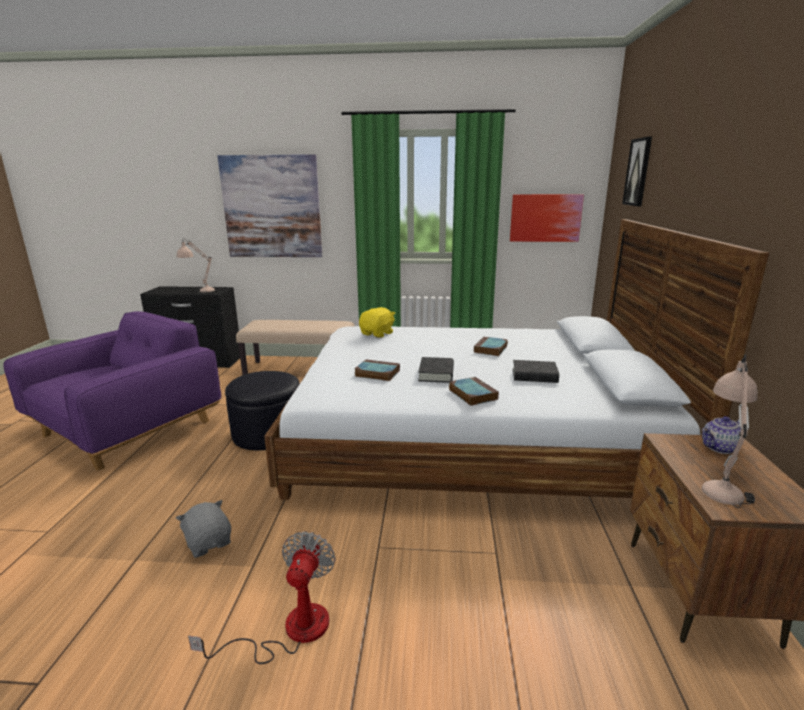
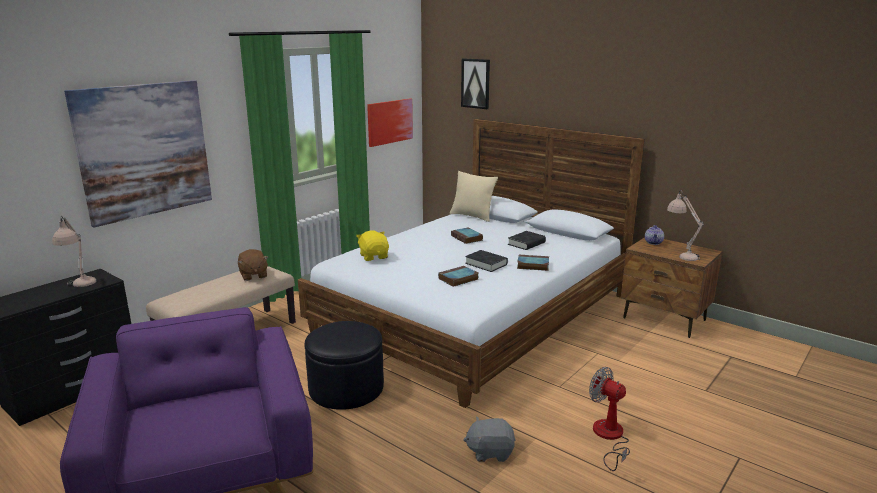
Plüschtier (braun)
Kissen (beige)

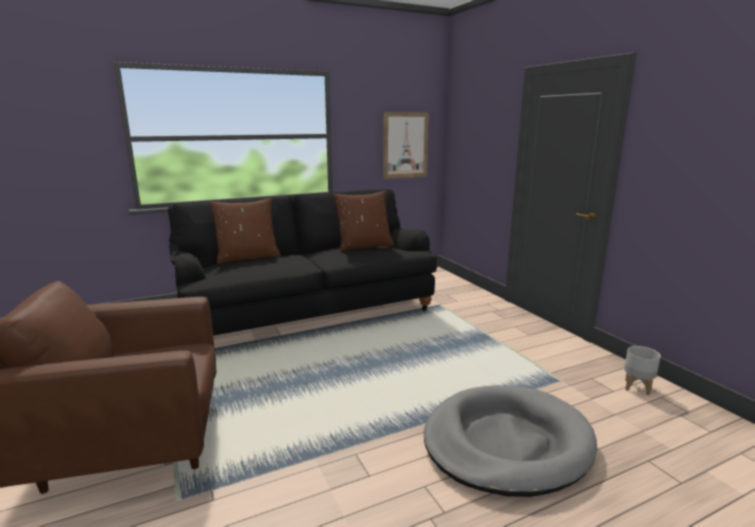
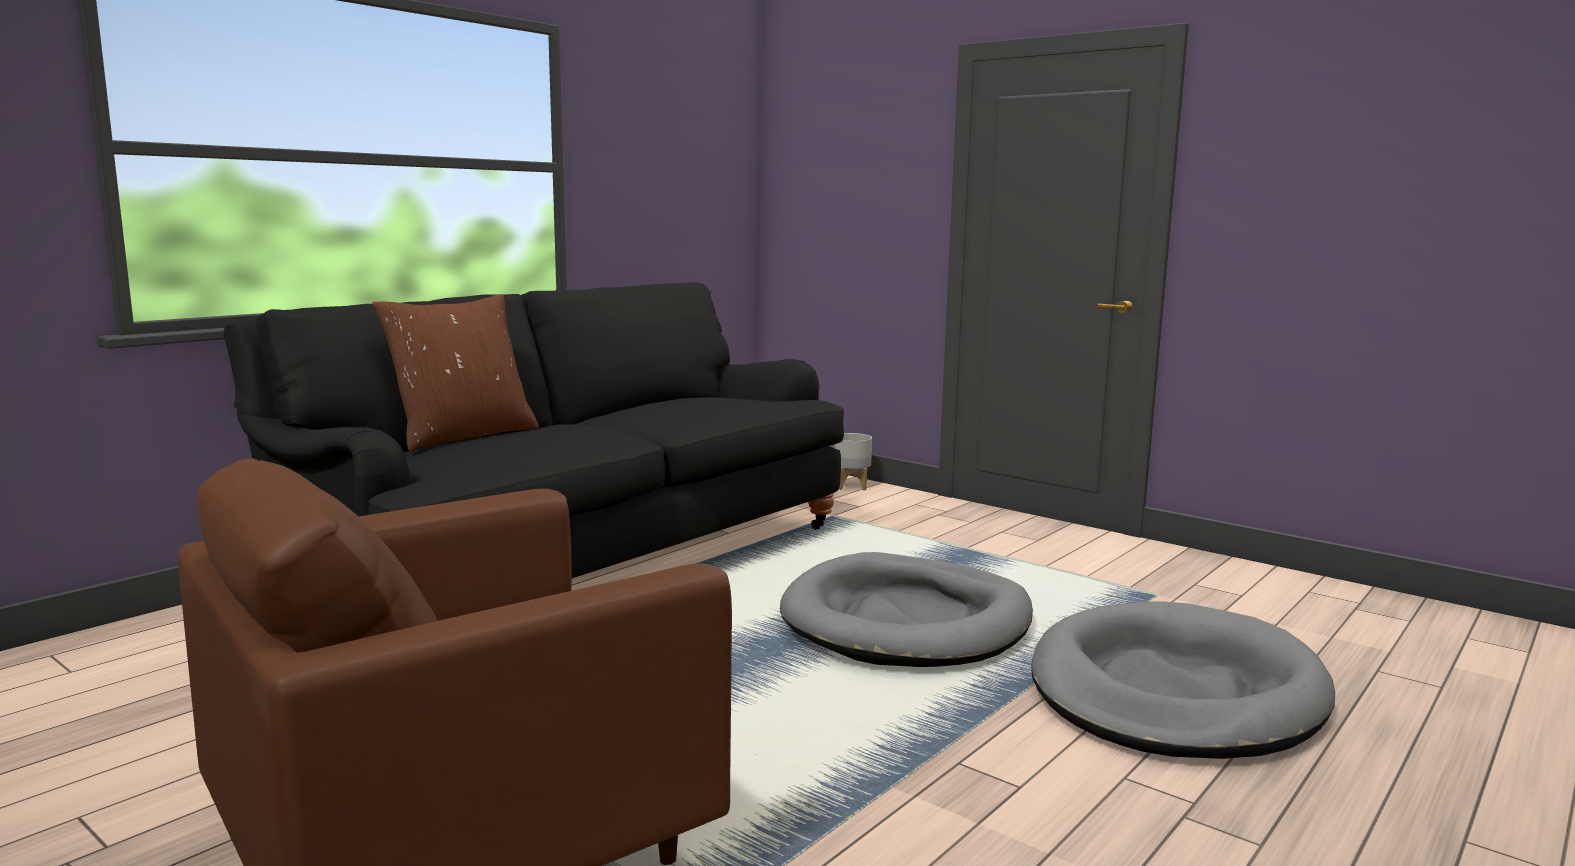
Hundebett (grau) (1st from left)
Pflanzkübel (grau)
Kissen (braun) (2nd from left in the first image)
Bild

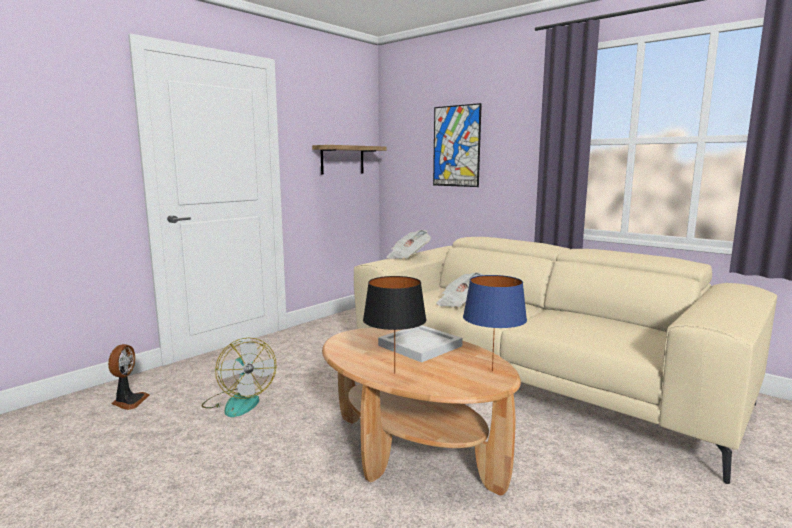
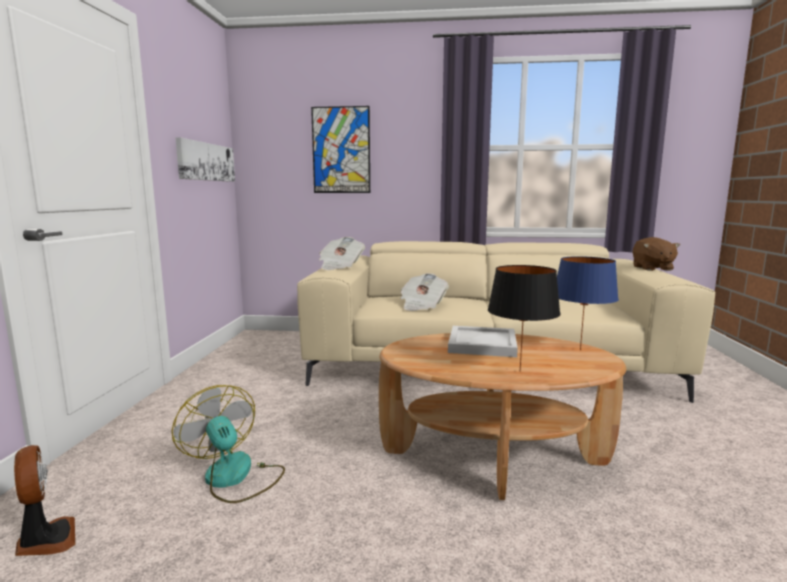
Ventilator (2nd from left)
Bild (1st from left)
Plüschtier (braun)

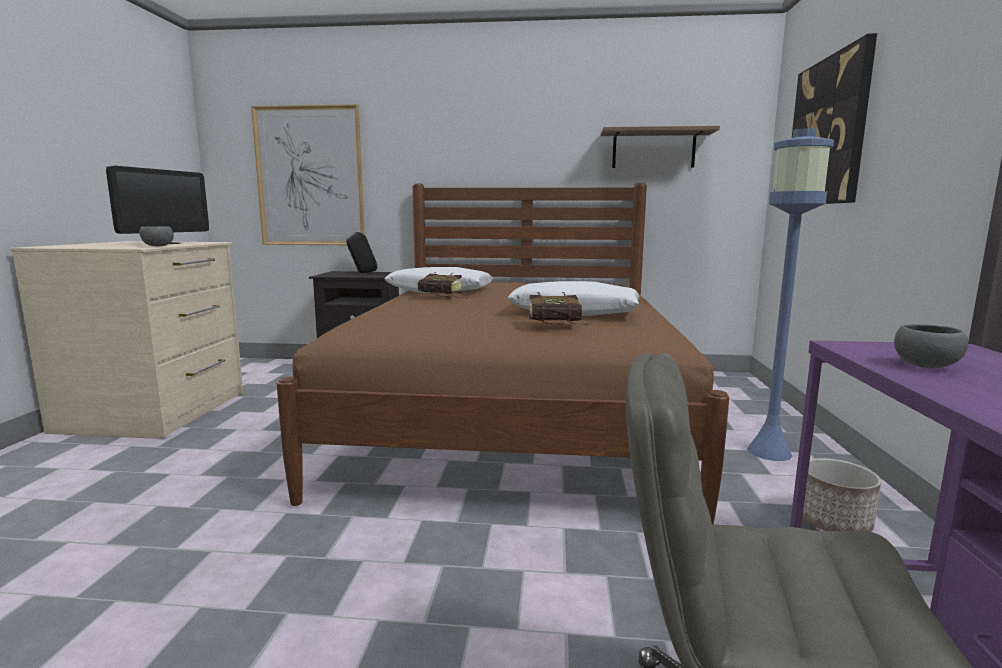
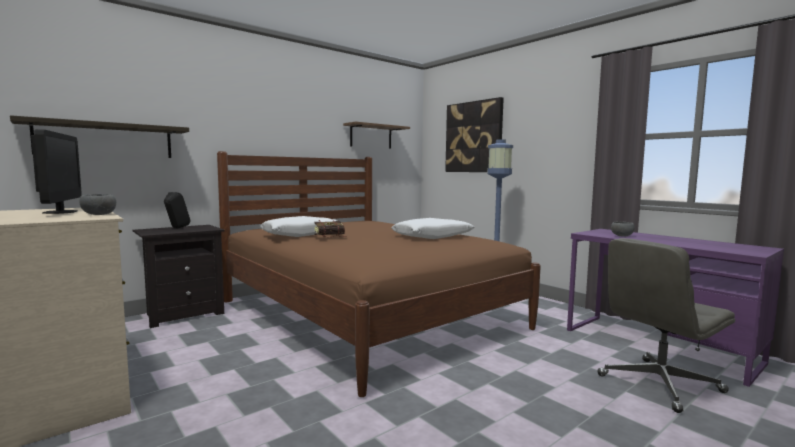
Wandregal (1st from left)
Buch (2nd from left in the first image)
Pflanzkübel

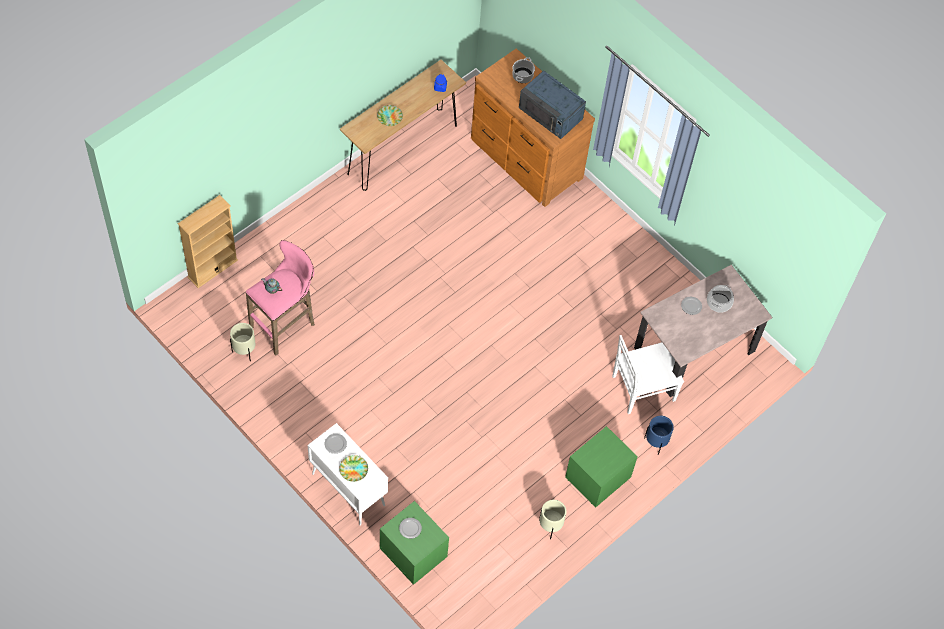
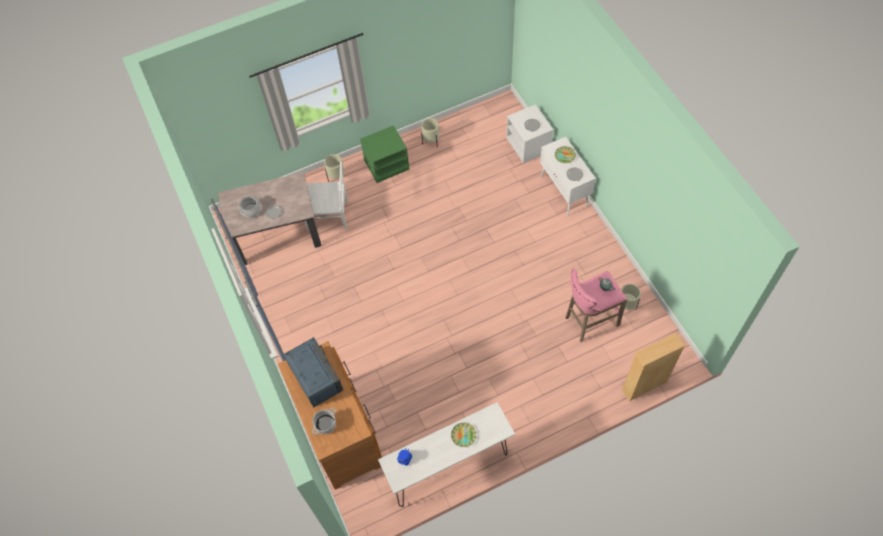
Pflanzkübel (beige) (1st from left)
Konsolentisch (weiß)
Nachttisch (weiß)

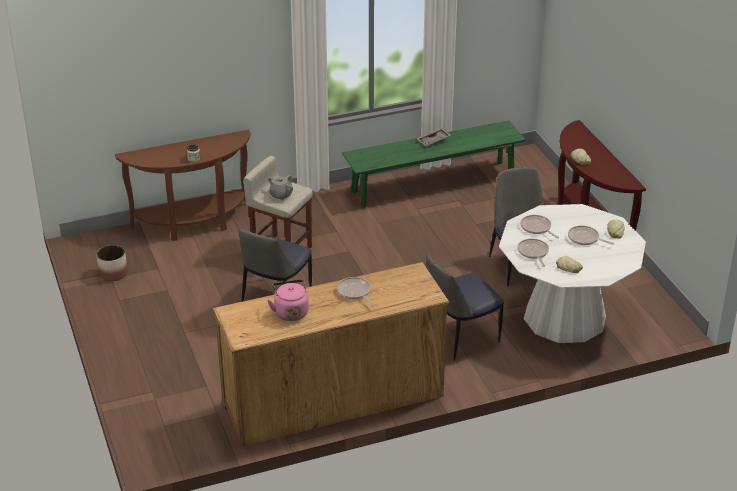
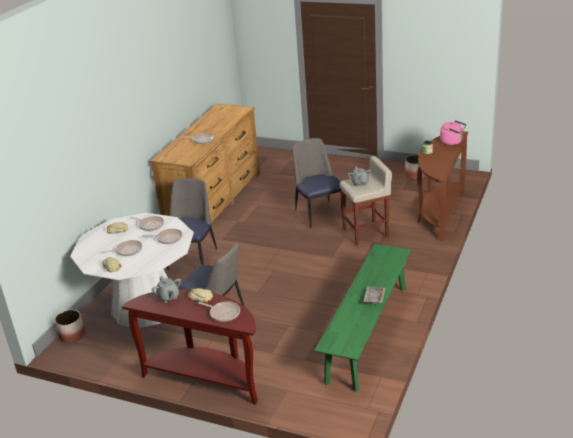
Pflanzkübel (1st from left)
Teekanne (grau) (1st from left)
Pfanne (5th from left)
Wasserkessel (rosa)

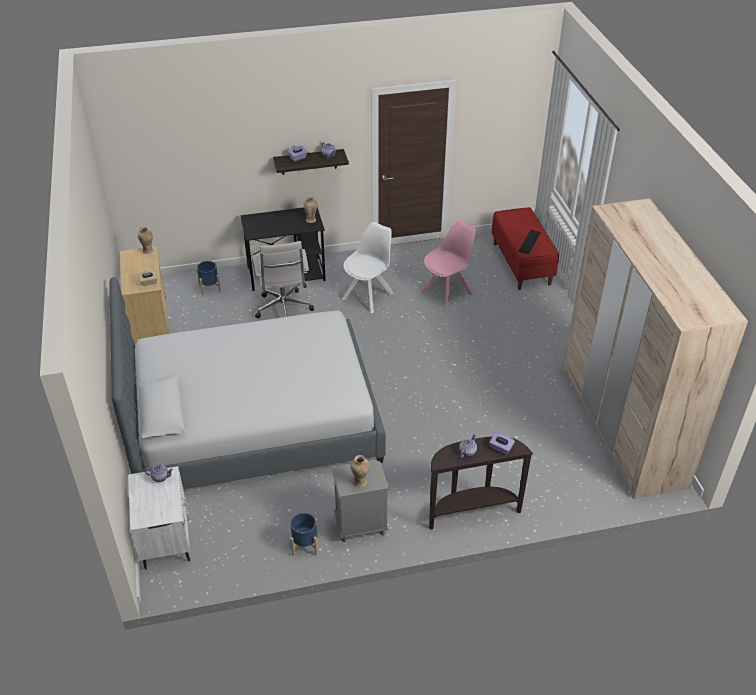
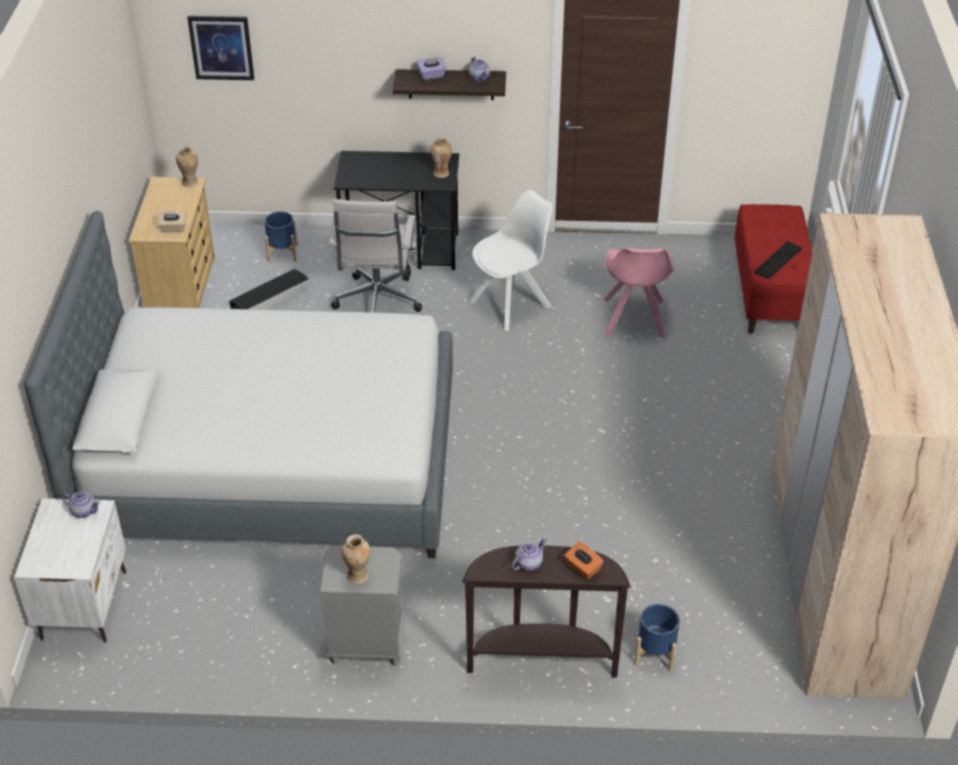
Bild
Aufbewahrungsbox (schwarz)
Taschentuchbox (orange)
Stuhl (rosa)
Pflanzkübel (blau) (2nd from left)

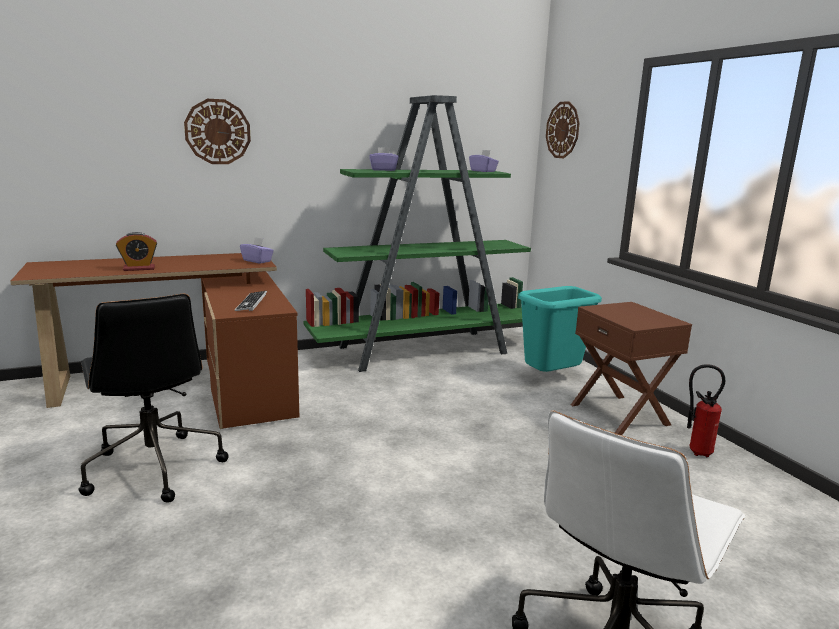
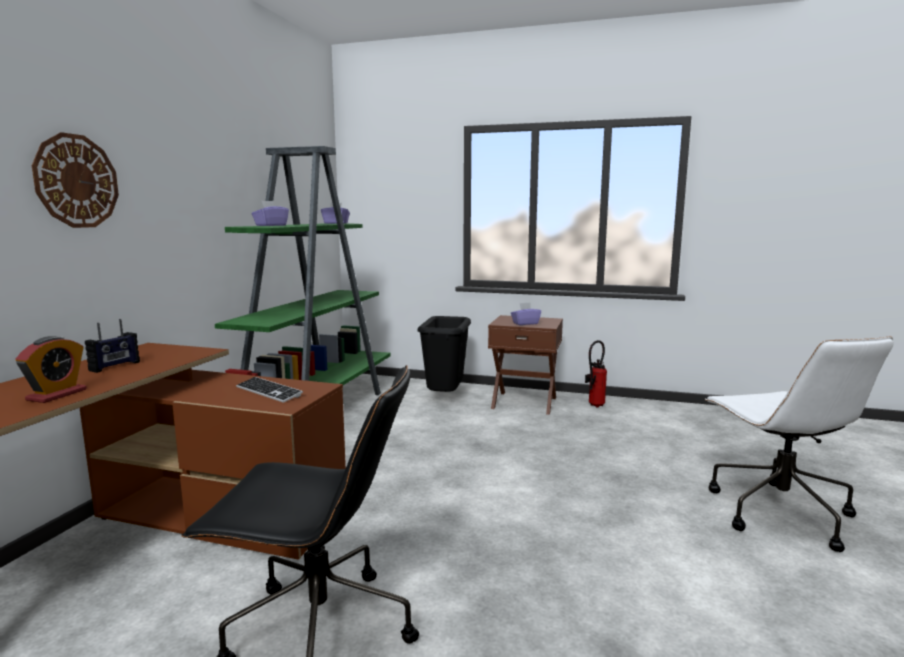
Radio
Mülleimer (schwarz)
Taschentuchbox (lila) (3rd from left)
Wanduhr (2nd from left in the first image)

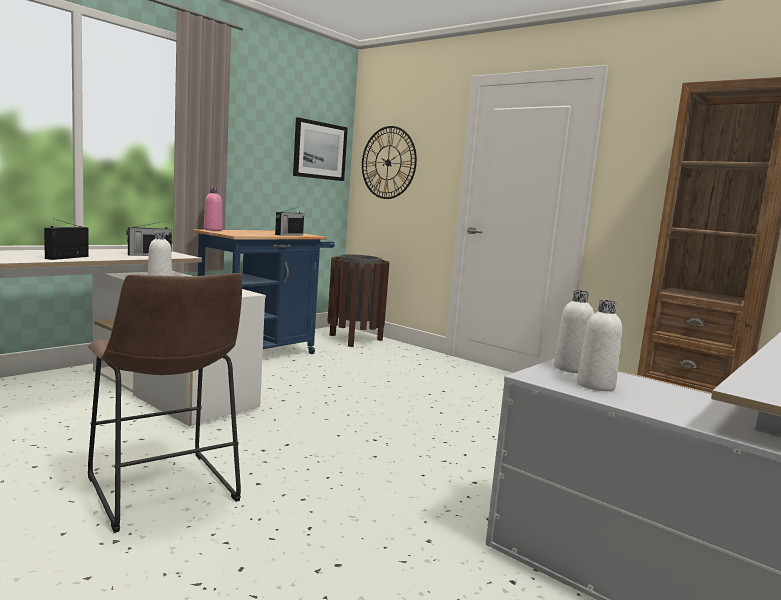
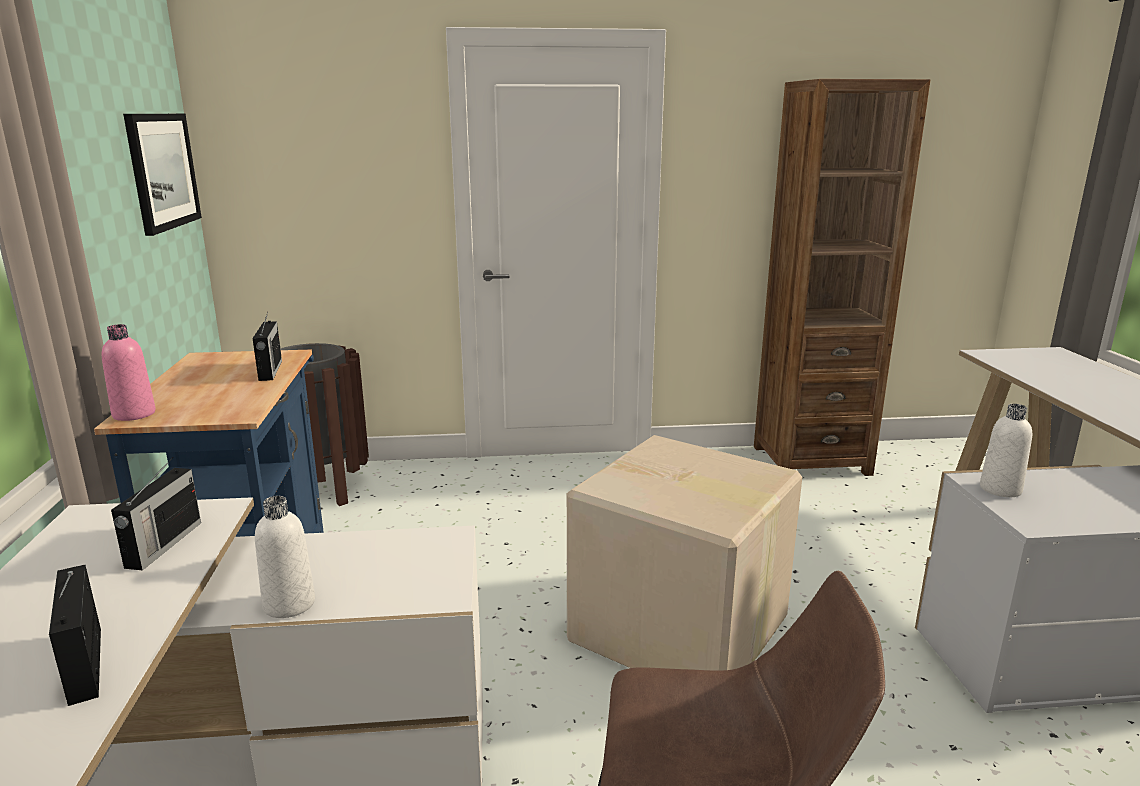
Karton
Wanduhr
Flasche (weiß) (3rd from left in the first image)

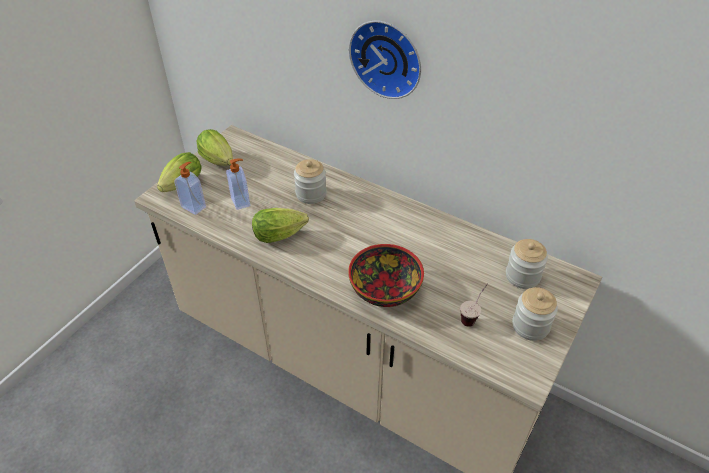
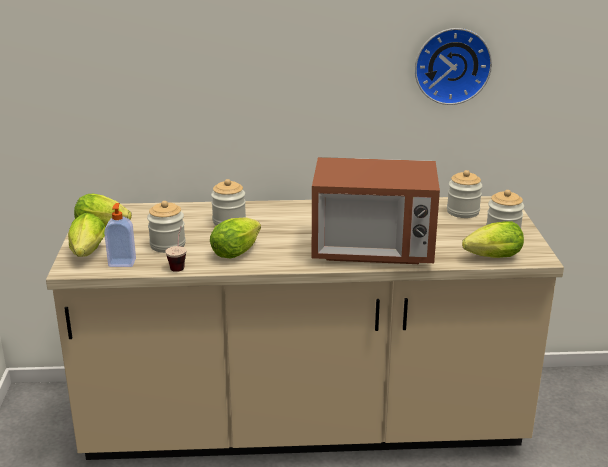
Vorratsglas (1st from left)
Tasse
Mikrowelle
Wanduhr
Salatkopf (4th from left)

